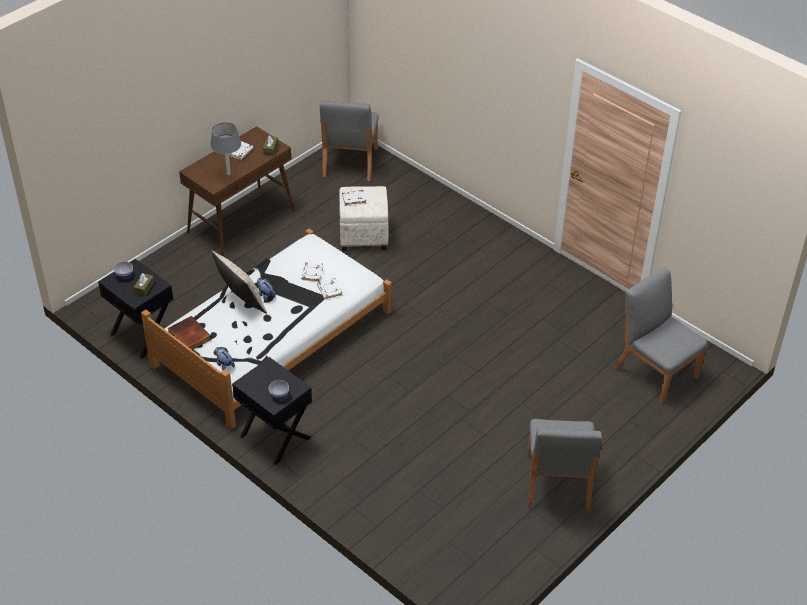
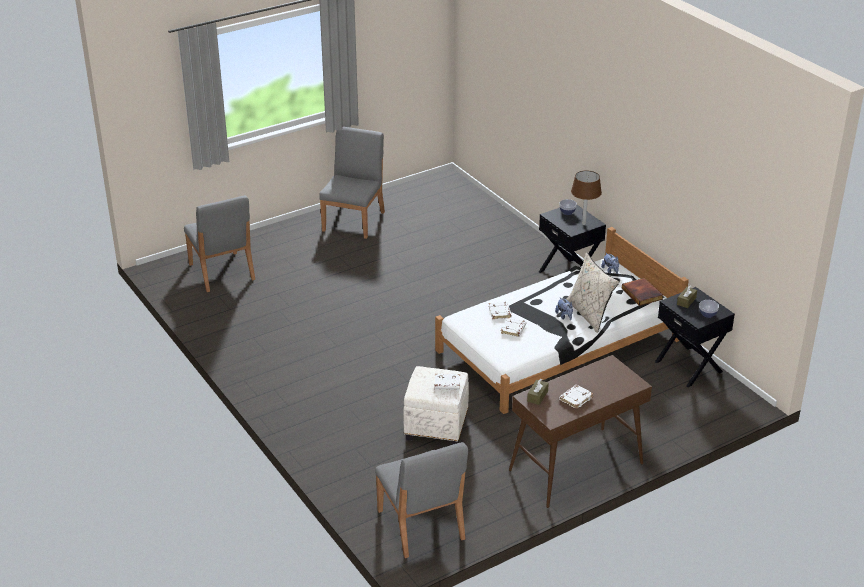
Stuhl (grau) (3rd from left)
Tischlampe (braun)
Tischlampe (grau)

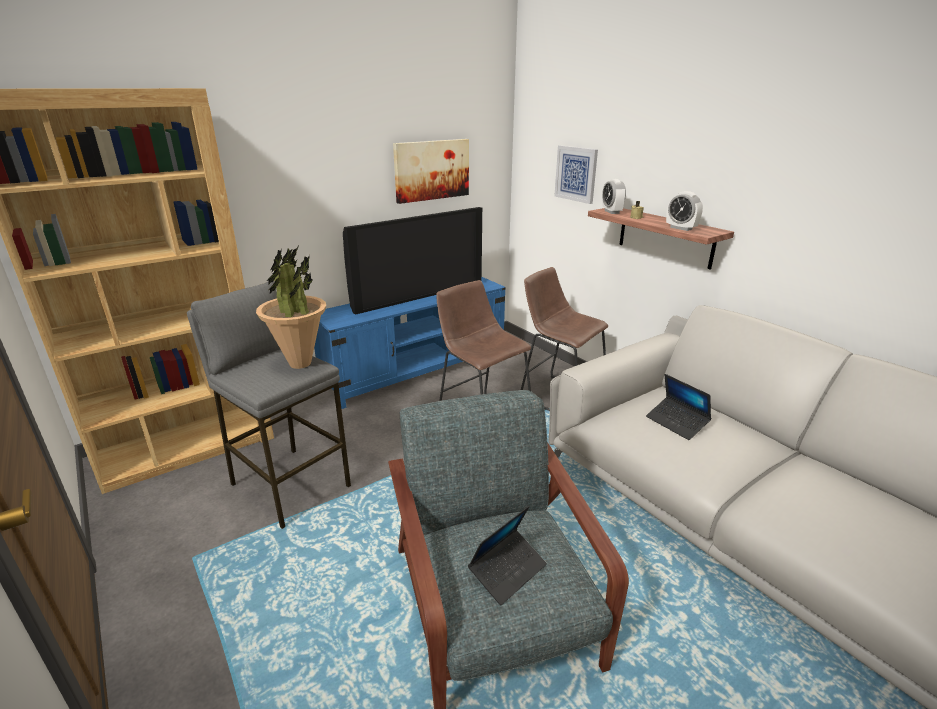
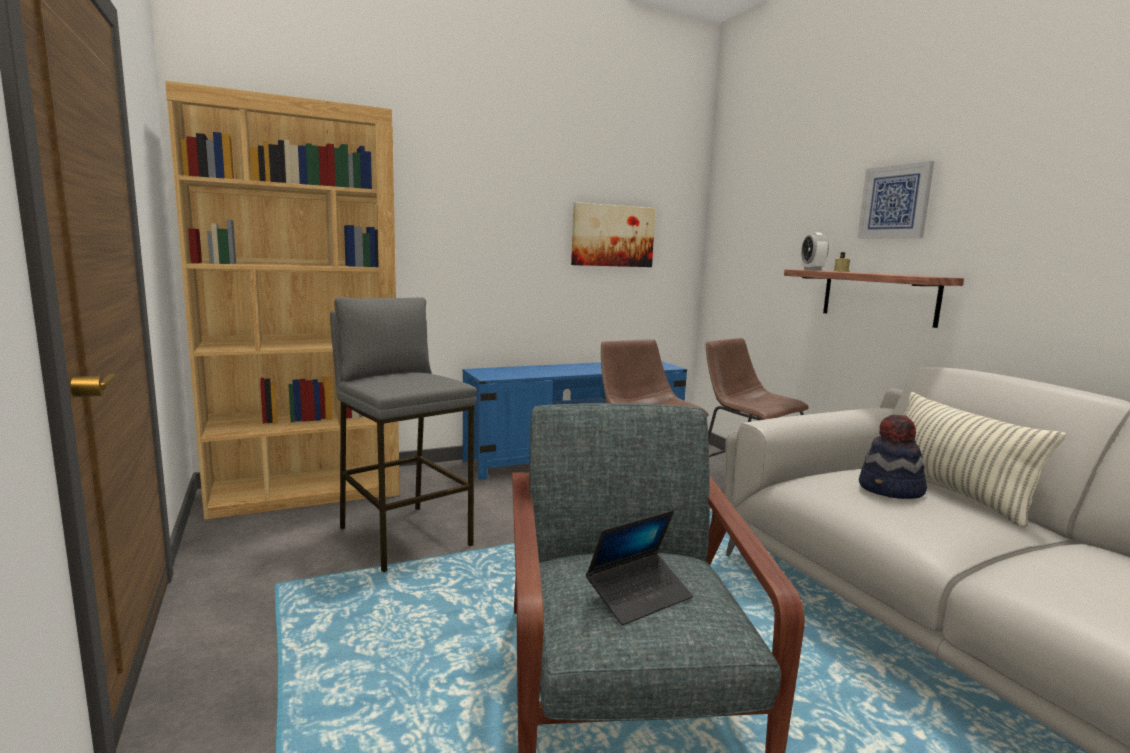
Bild (2nd from left)
Hut
Kissen
Topfpflanze
Fernseher
Wecker (2nd from left in the first image)

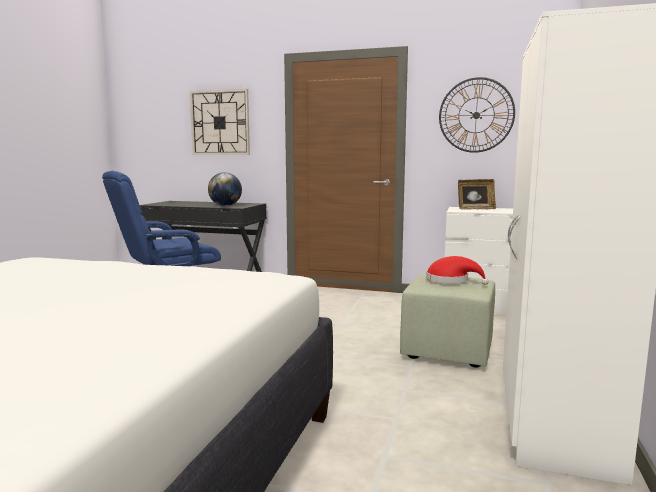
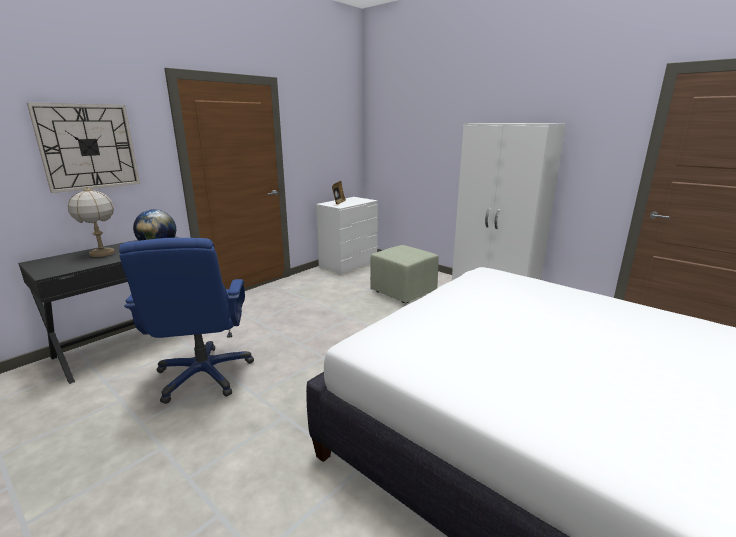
Tischlampe
Hut (rot)
Wanduhr (2nd from left in the first image)

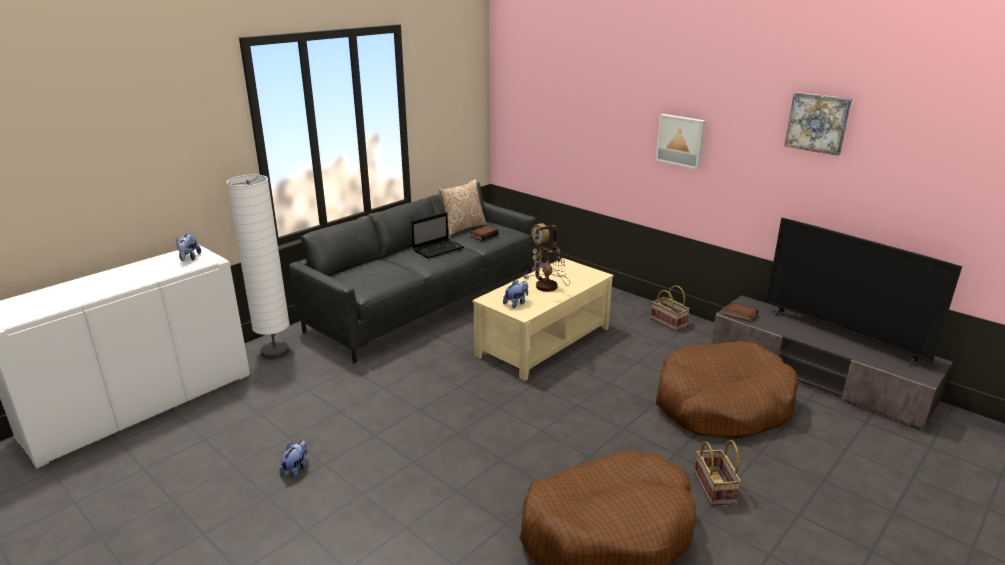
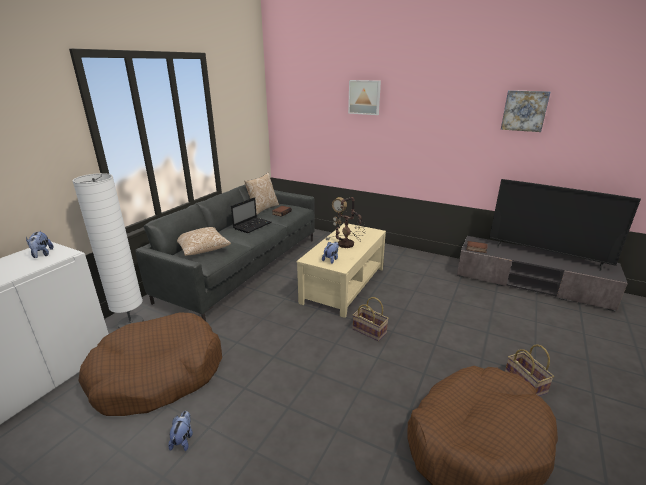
Hundebett (braun) (1st from left)
Kissen (1st from left)
Bild (1st from left)
Korb (1st from left)

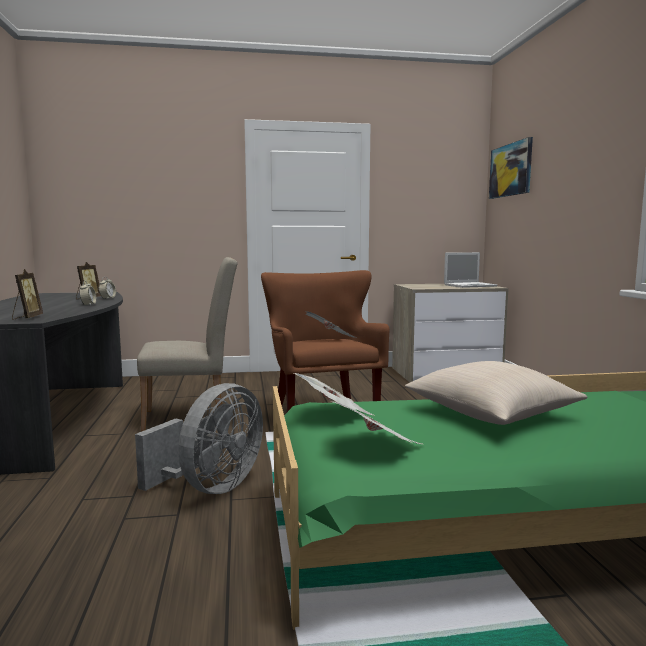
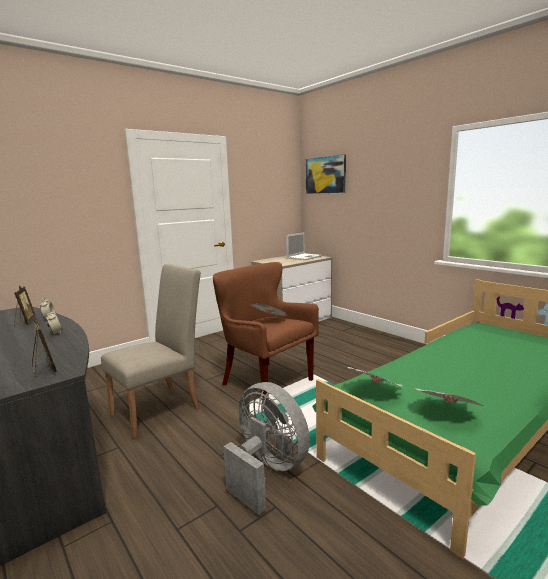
Ventilator (grau)
Kissen (beige)

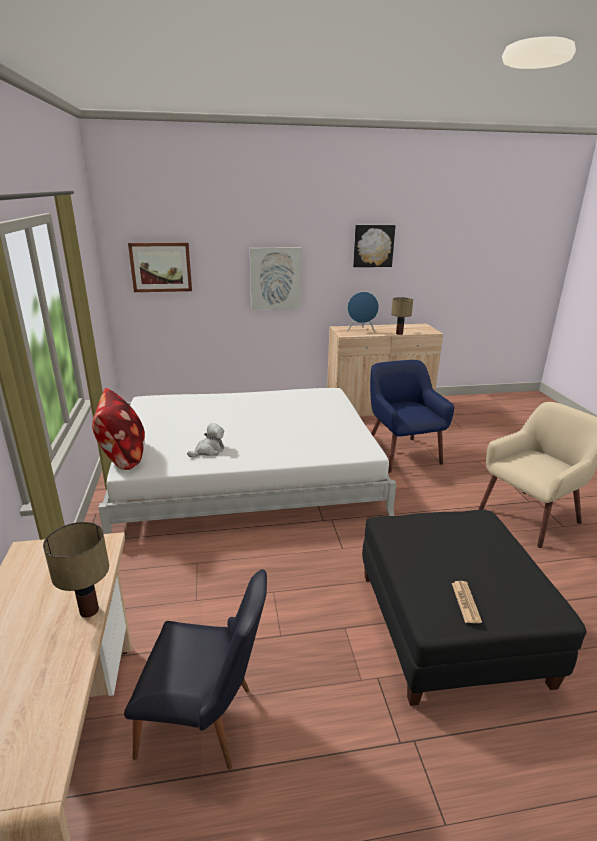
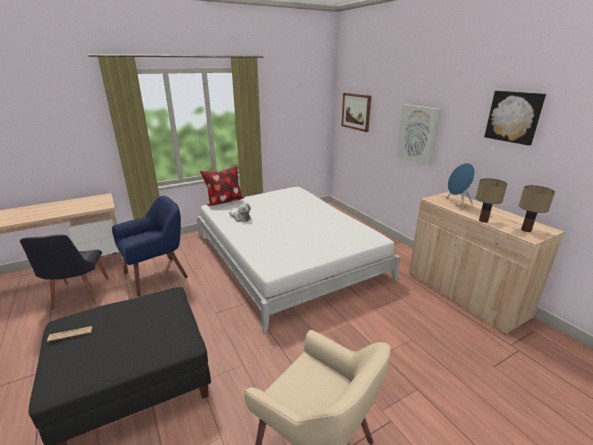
Sessel (blau)
Tischlampe (2nd from left)

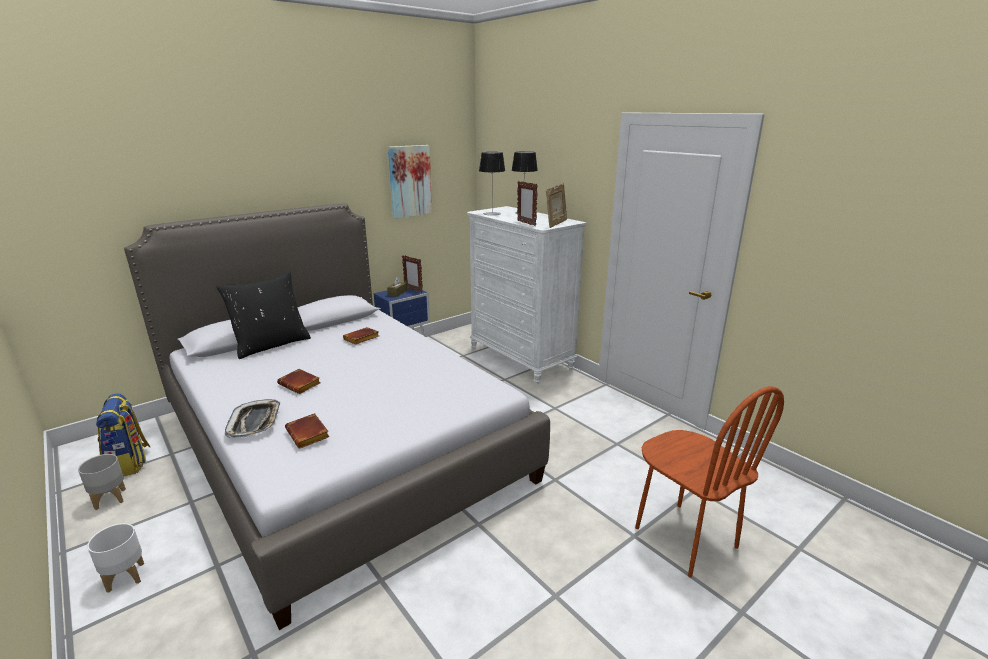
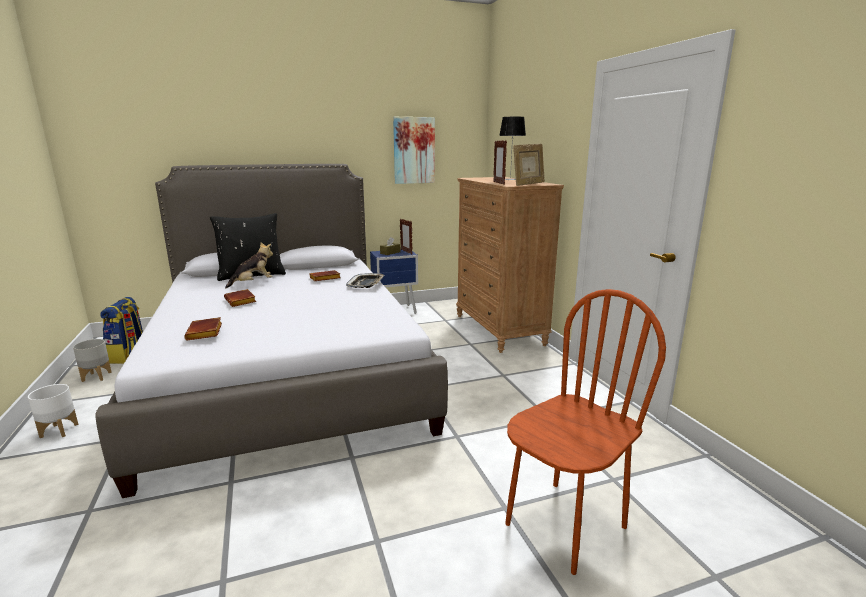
Plüschtier
Tablett
Kommode (braun)
Stuhl (braun)
Tischlampe (1st from left in the first image)

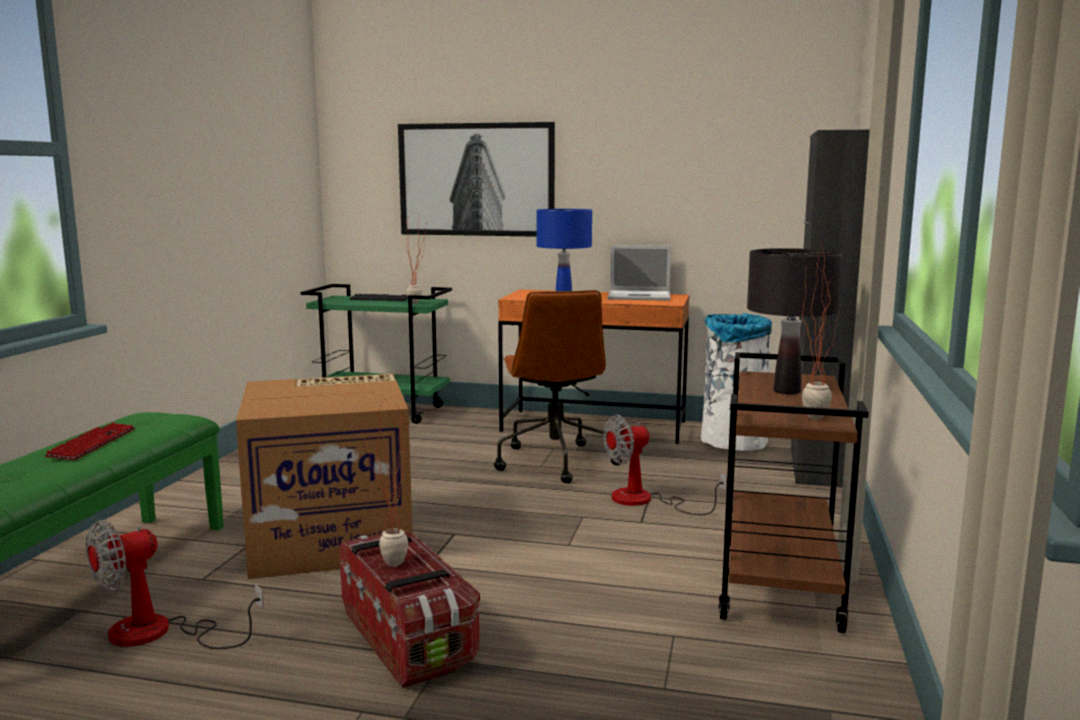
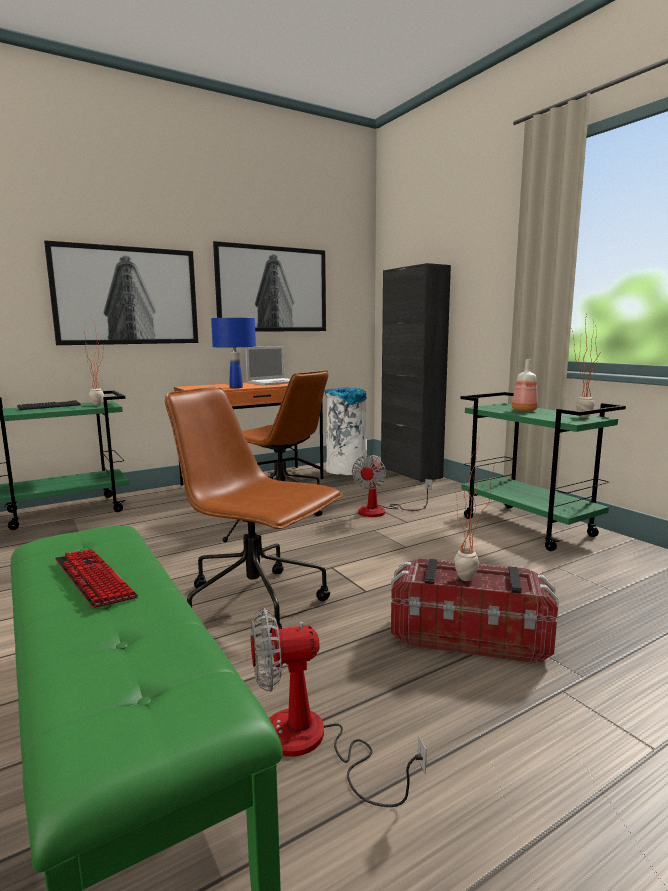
Bürostuhl (braun) (1st from left)
Bild (2nd from left)
Ventilator (1st from left)
Rollwagen (grün) (2nd from left)
Flasche

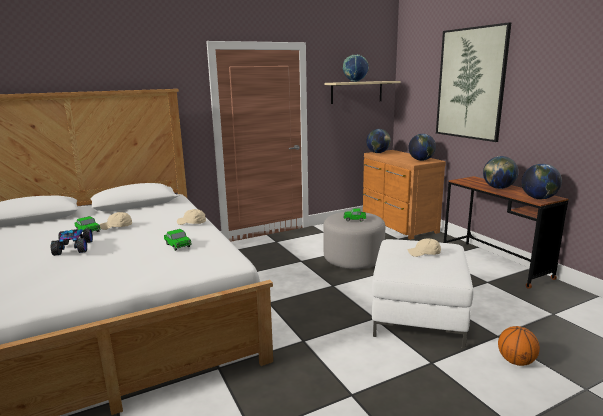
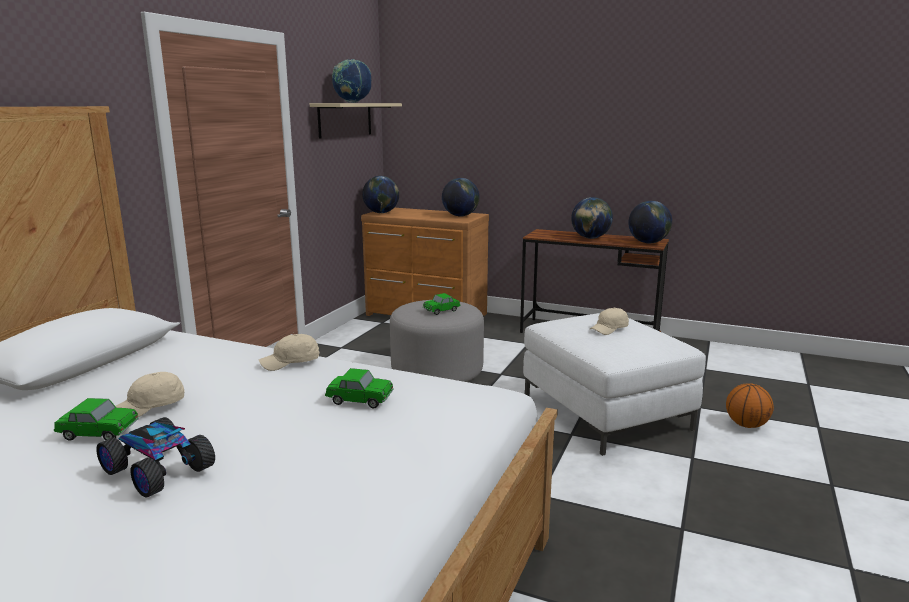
Bild

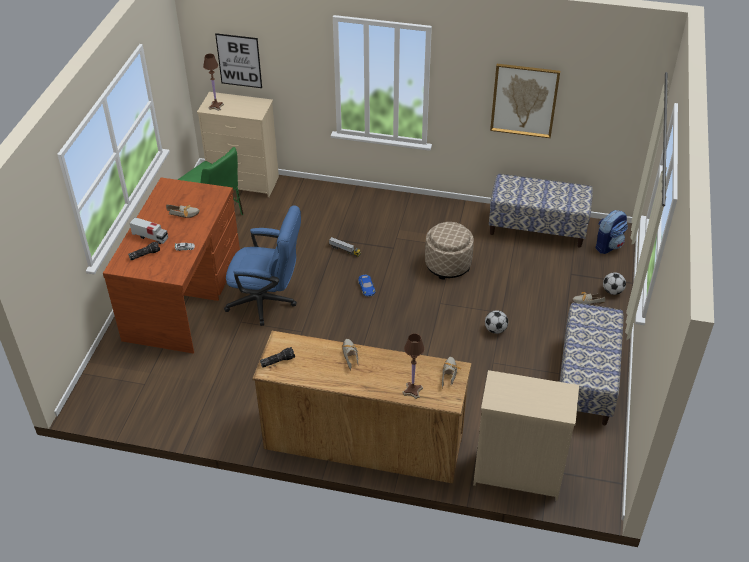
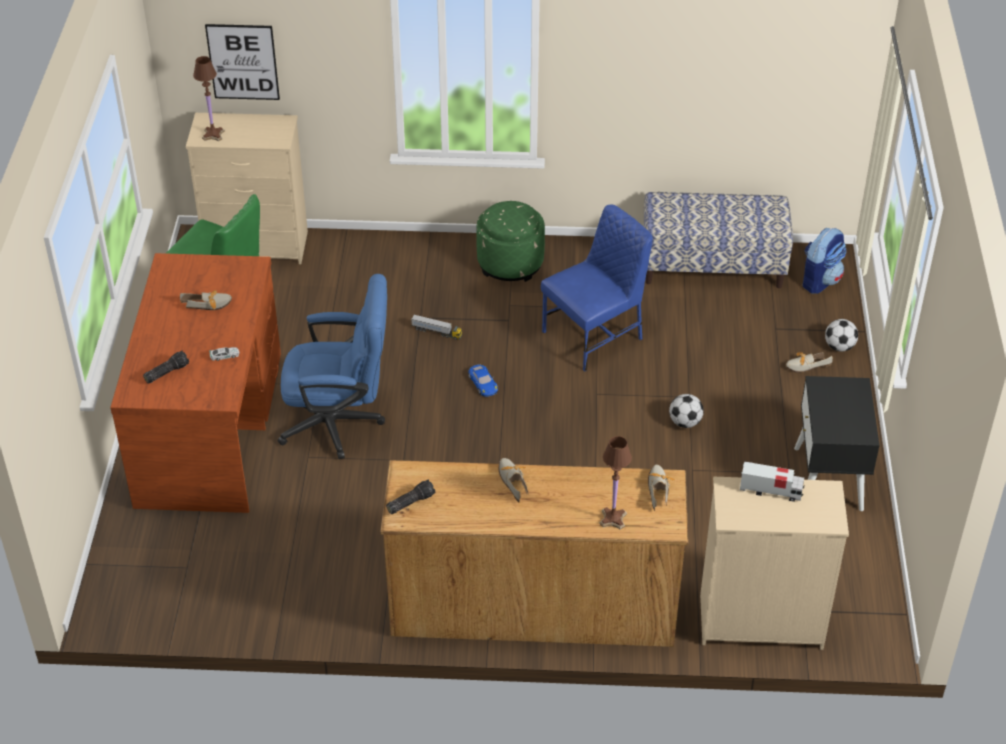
Polsterhocker (grün)
Stuhl (blau)
Spielzeuglaster (2nd from left)
Nachttisch (schwarz)
Bild (2nd from left in the first image)

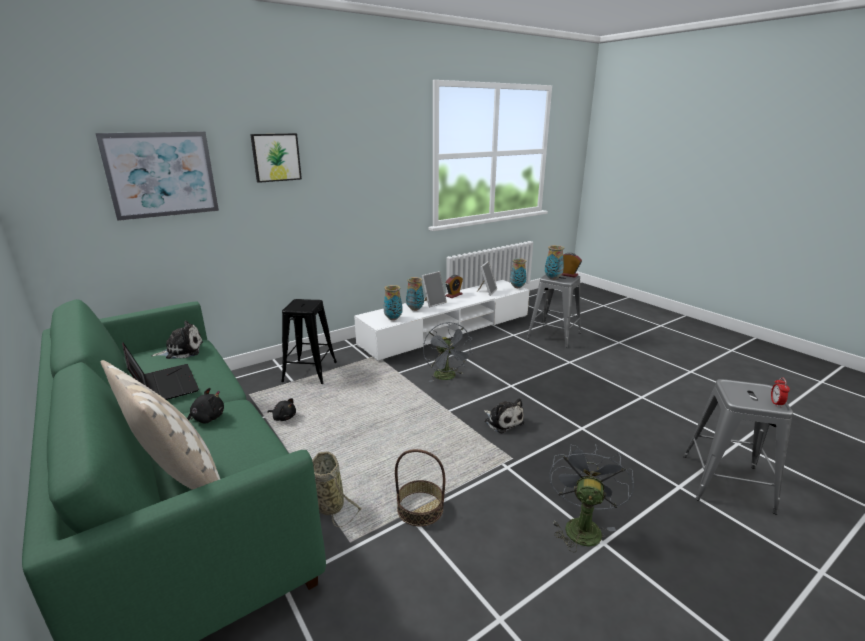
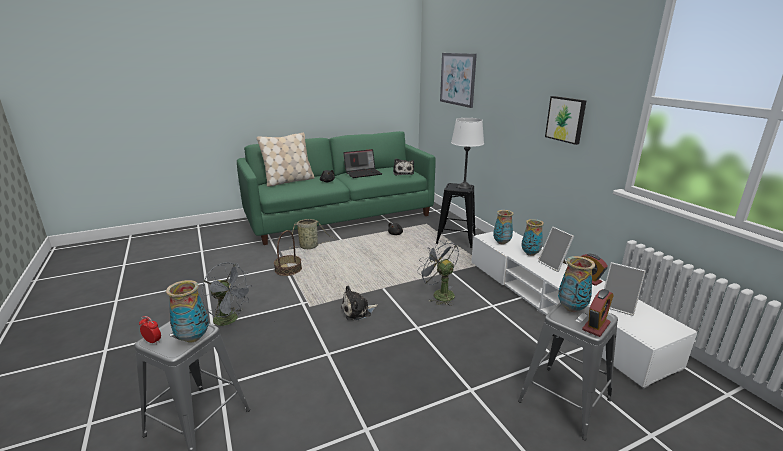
Vase (1st from left)
Ventilator (grau) (2nd from left)
Tischlampe (weiß)
Bild (2nd from left)

